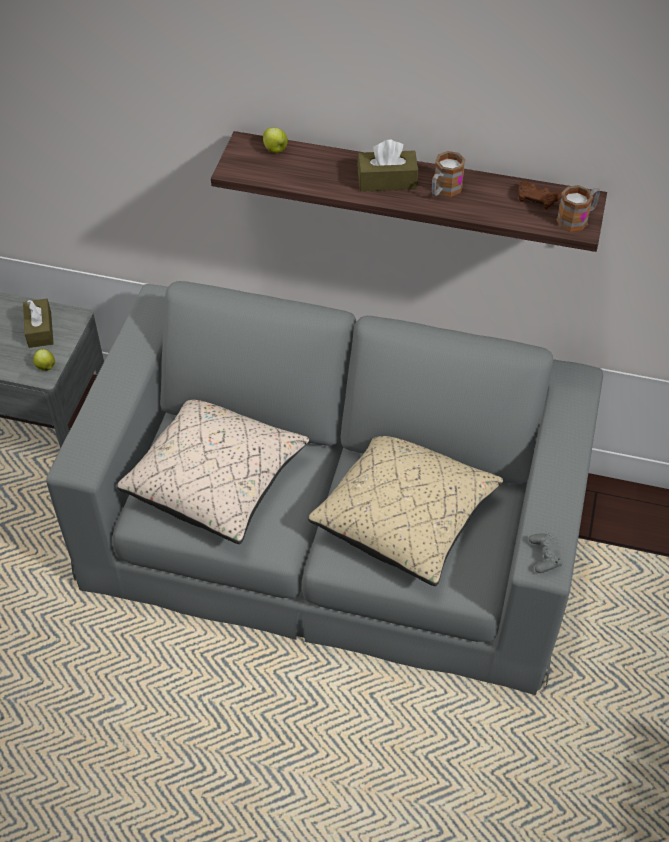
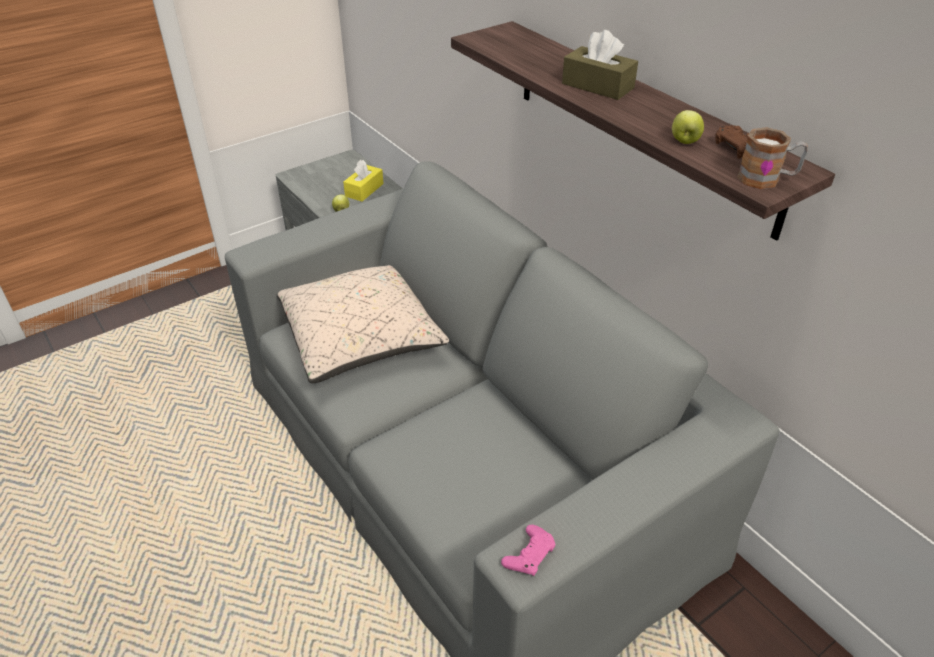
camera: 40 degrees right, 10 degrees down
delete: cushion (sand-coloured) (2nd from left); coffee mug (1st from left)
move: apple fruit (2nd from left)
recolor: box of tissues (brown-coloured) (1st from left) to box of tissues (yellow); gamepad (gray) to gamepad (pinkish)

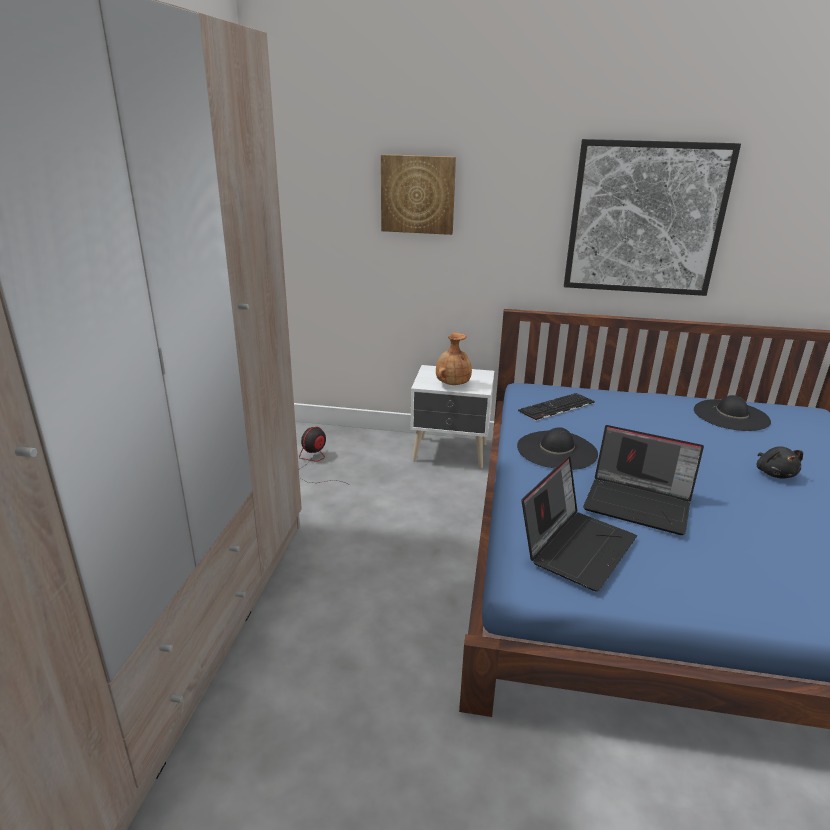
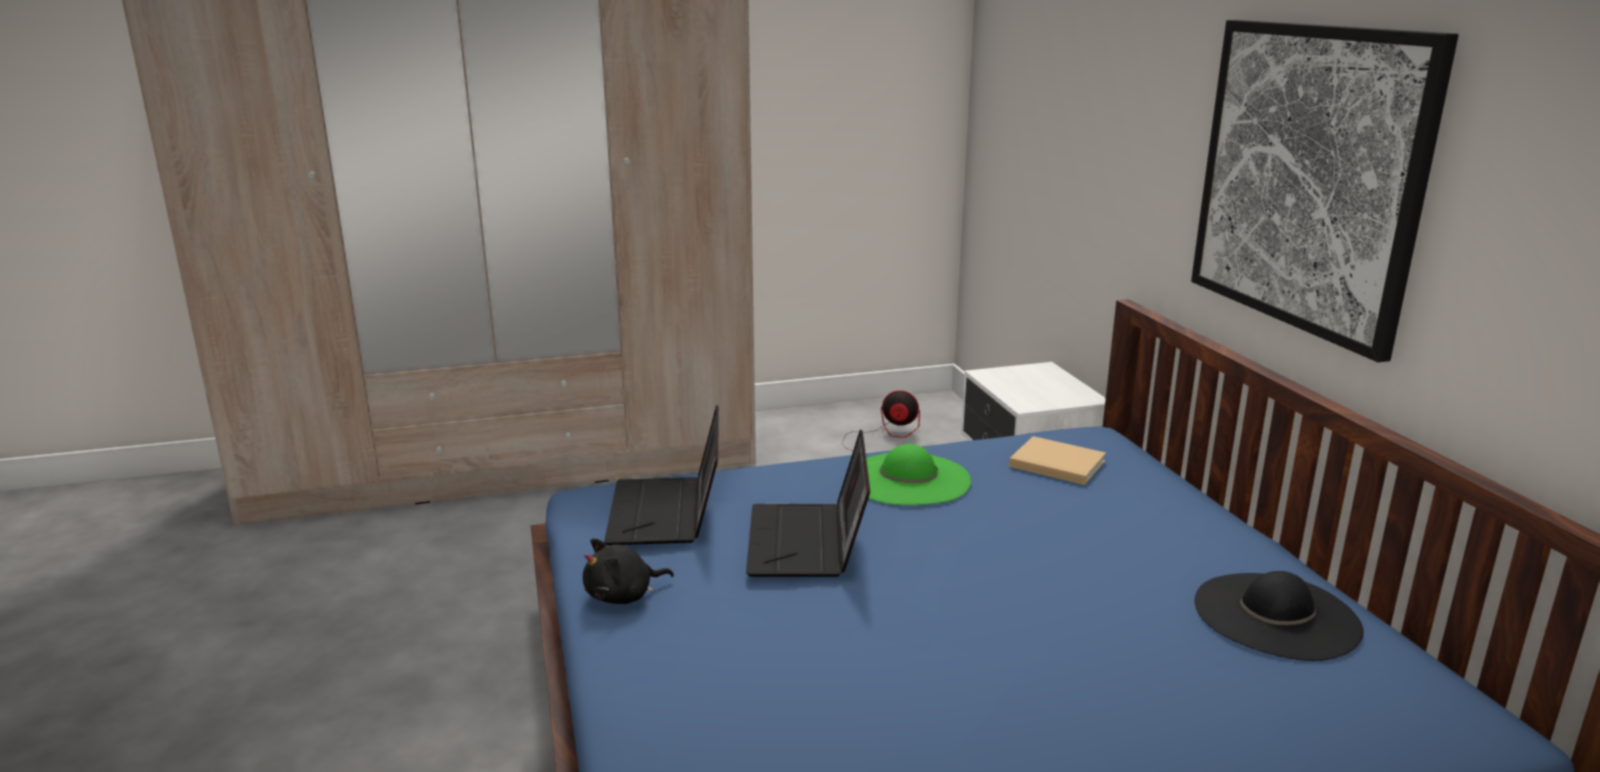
camera: 65 degrees right, 5 degrees down
delete: wall picture (1st from left); vase (brown-coloured)
move: cuddly toy (black)
replace: computer keyboard to bound book (sand-coloured)
recolor: hat (black) (1st from left) to hat (green-coloured)
rotate: laptop (1st from left) 75 degrees clockwise

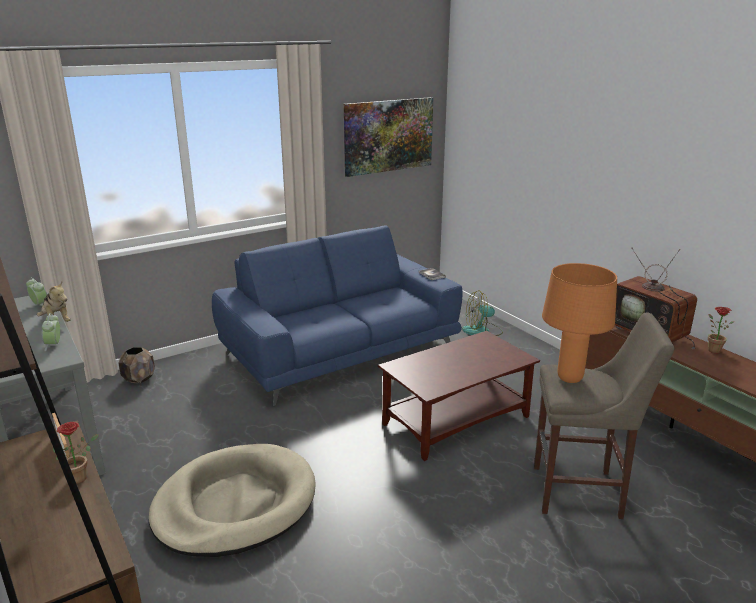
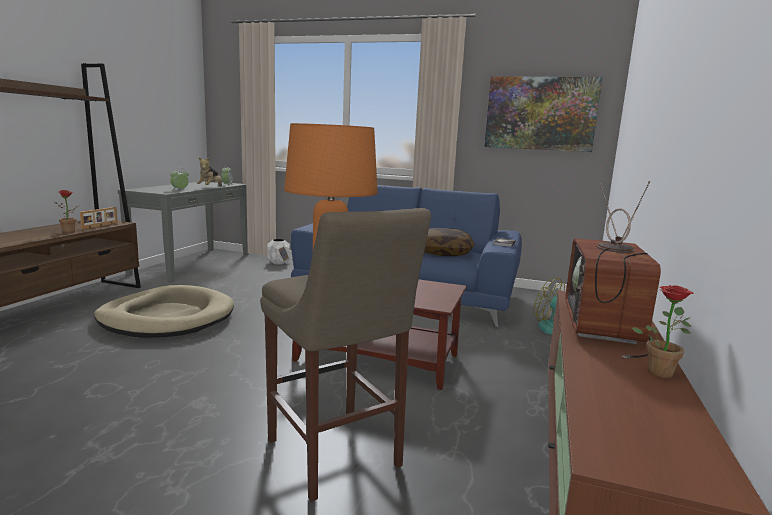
camera: 50 degrees right, 10 degrees down
insert: cushion
recolor: planter (brown-coloured) to planter (whitish)

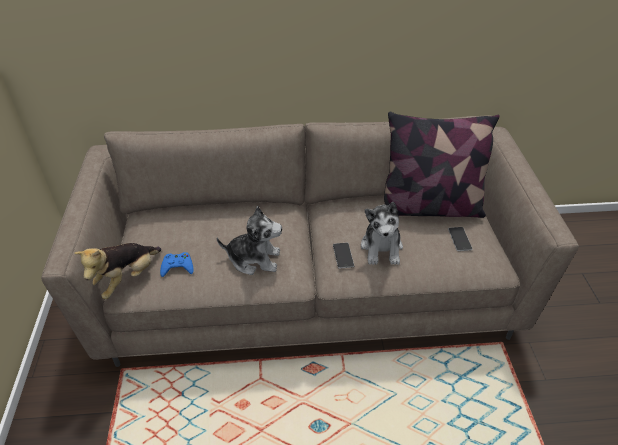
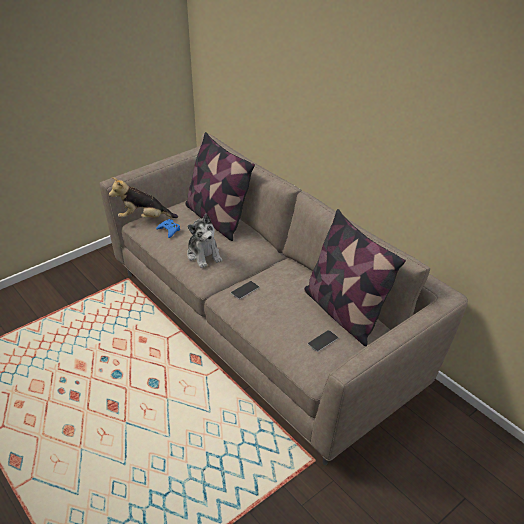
camera: 55 degrees right, 5 degrees down
delete: cuddly toy (3rd from left)
insert: cushion (1st from left)

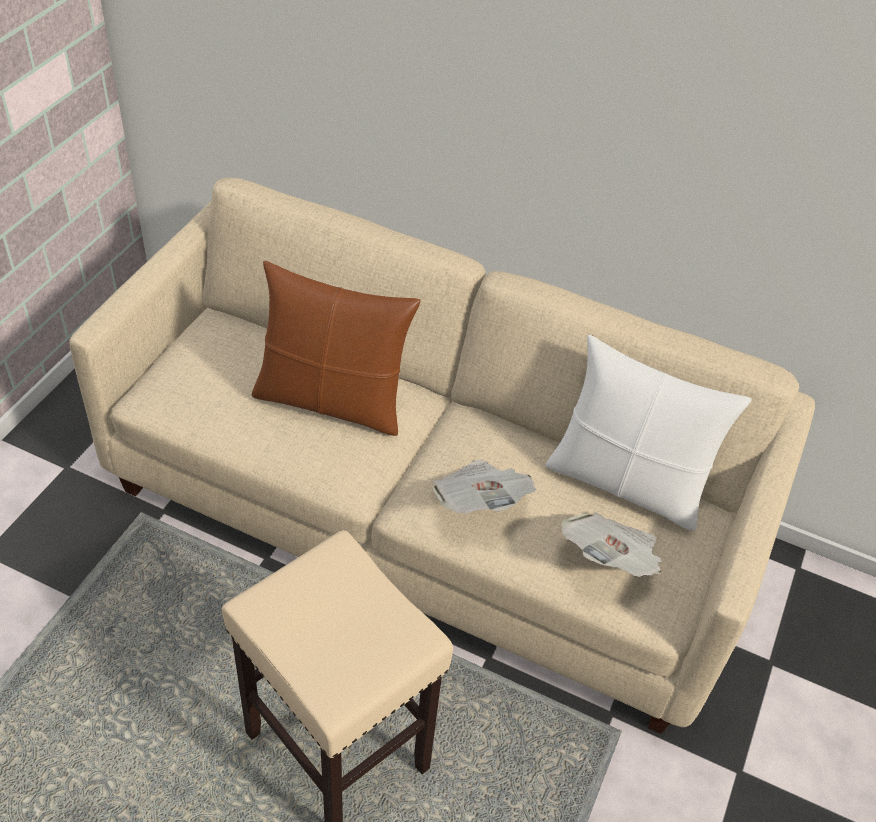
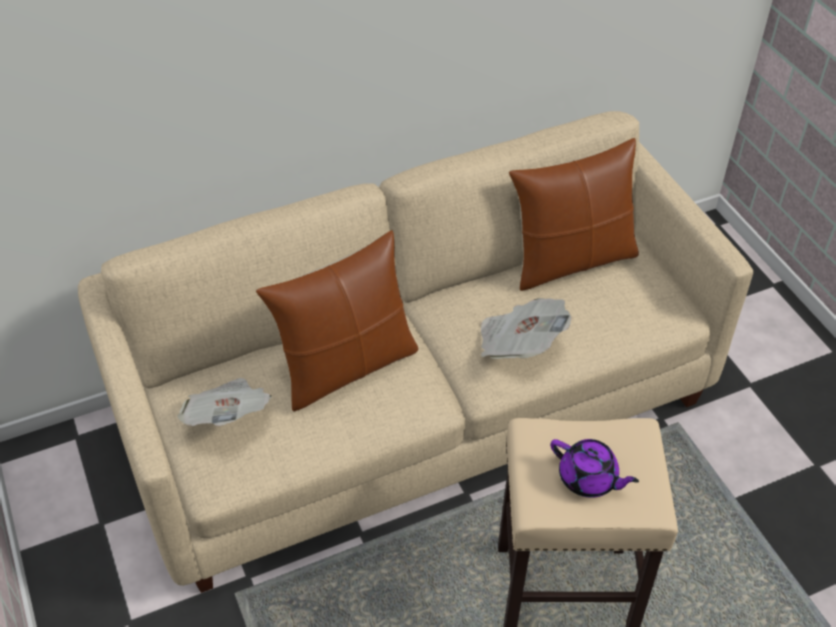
camera: 45 degrees left, 0 degrees up
insert: tea pot (purple)
move: daily paper (2nd from left in the first image) to daily paper (1st from left)
recolor: cushion (whitish) to cushion (brown-coloured) (2nd from left)

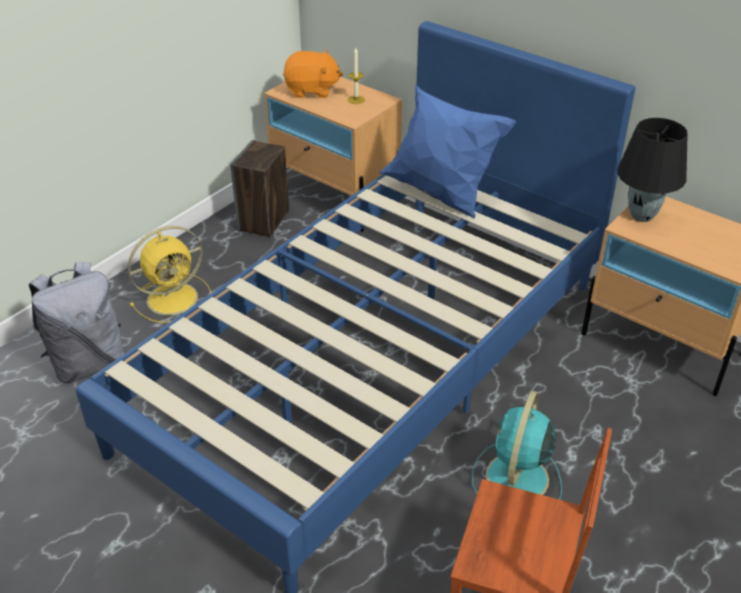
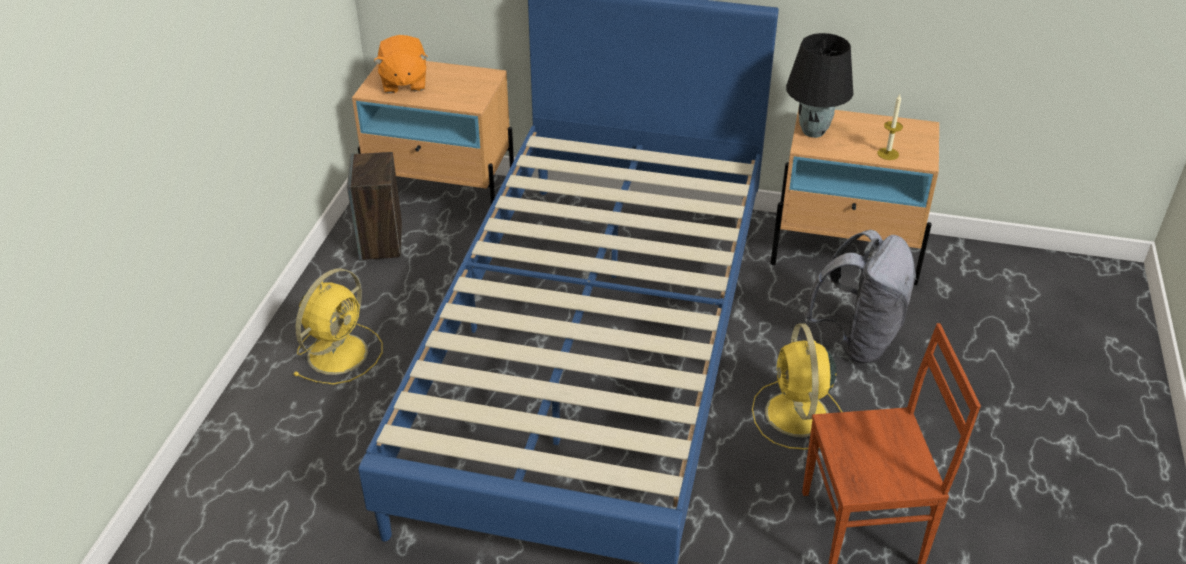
camera: 25 degrees left, 0 degrees up
delete: cushion (blue)
move: knapsack (gray); wax light
recolor: electric fan (turquoise) to electric fan (yellow) (2nd from left)
rotate: cuddly toy (orangey) 105 degrees clockwise

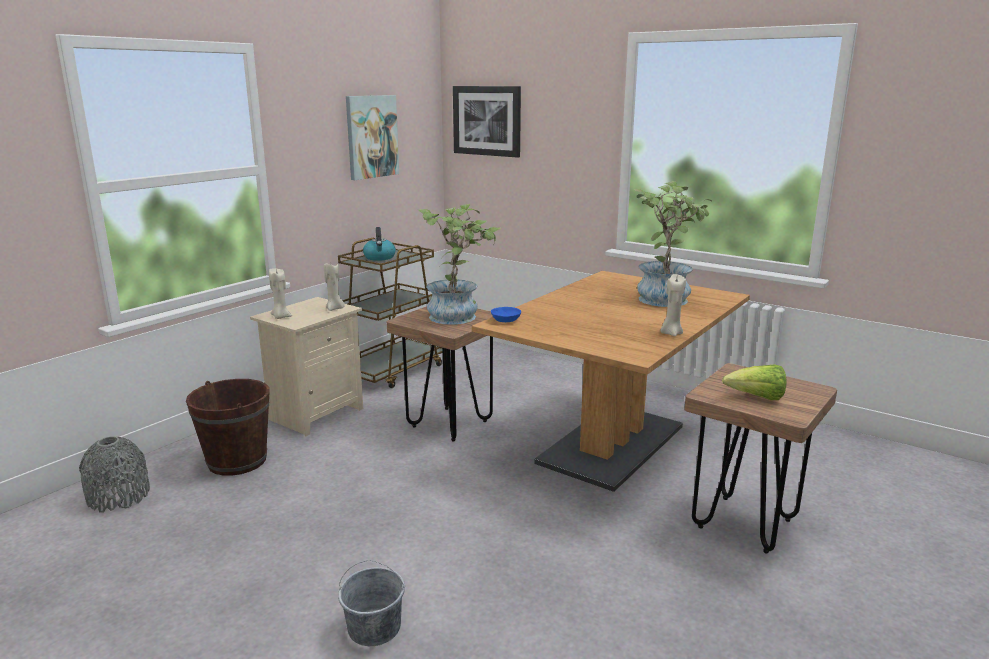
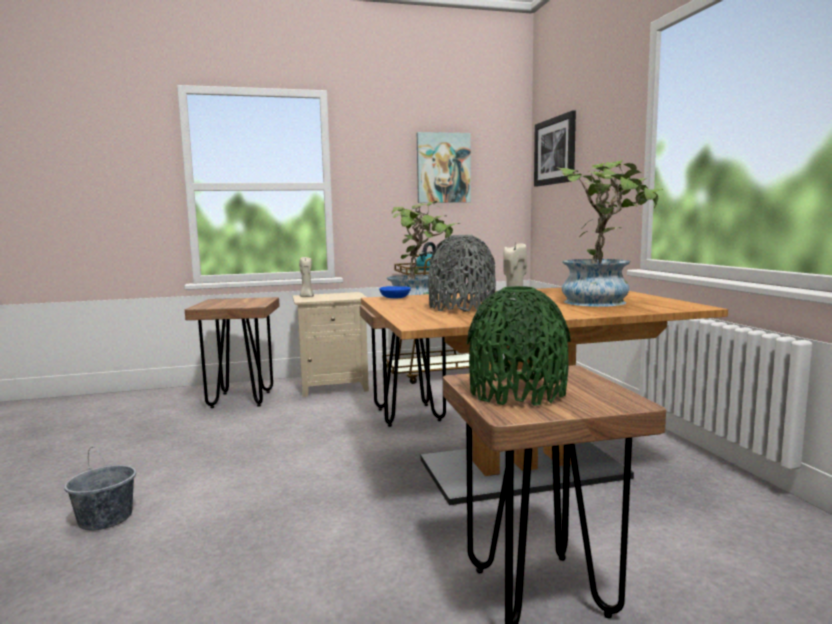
camera: 40 degrees right, 10 degrees down
delete: wax light (sand-coloured) (2nd from left)
move: vase (gray)
replace: water bucket (brown-coloured) to sitting stool (brown-coloured) (1st from left); lettuce to vase (green-coloured)

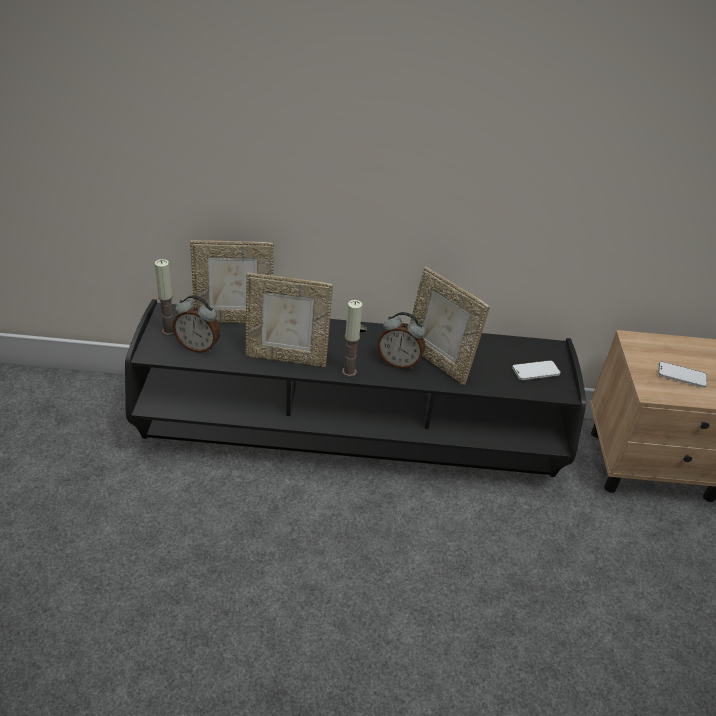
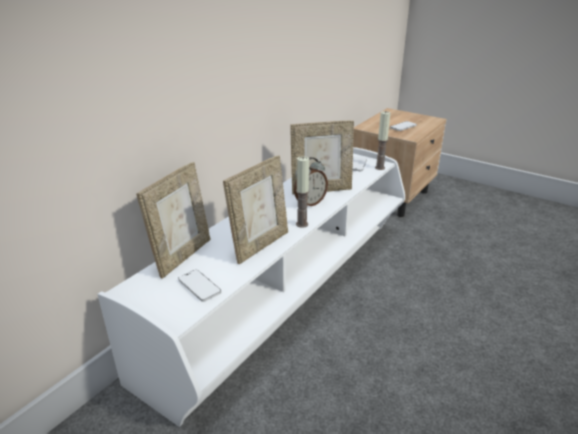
camera: 55 degrees left, 10 degrees down
move: wax light (1st from left in the first image) to wax light (2nd from left)
replace: bedside clock (1st from left) to handset (1st from left)
recolor: tv stand (black) to tv stand (whitish)

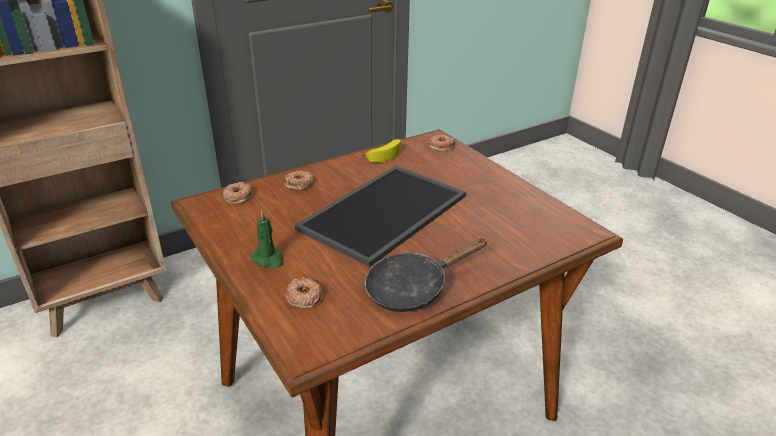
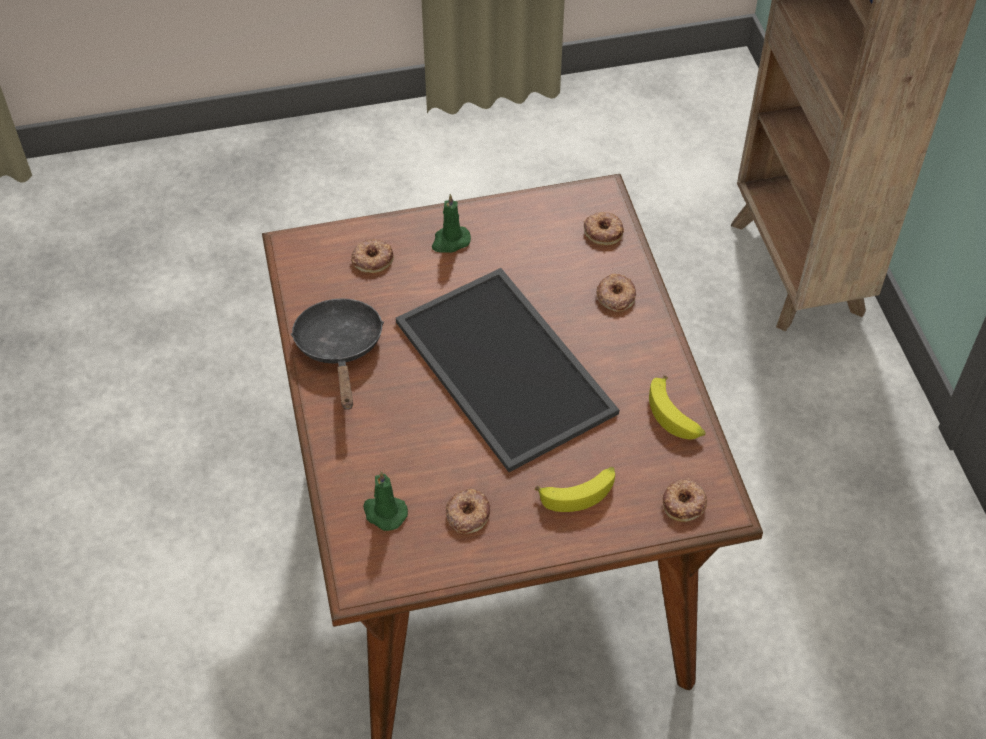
camera: 110 degrees right, 20 degrees up
insert: wax light (green-coloured) (1st from left); ring doughnut (2nd from left); banana (1st from left)

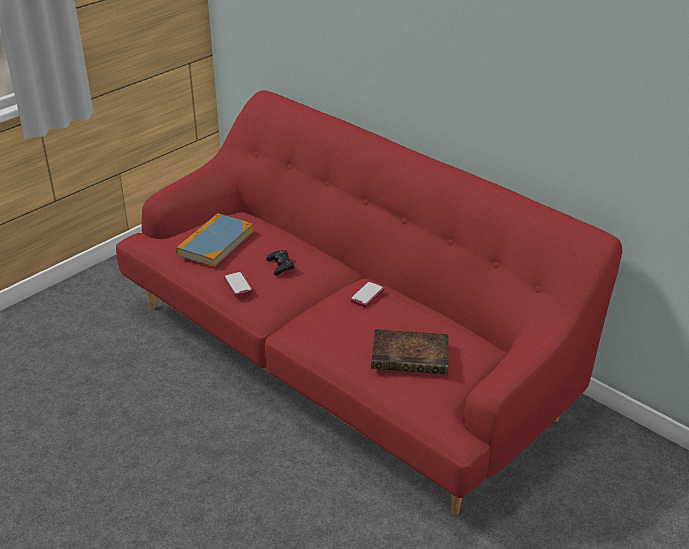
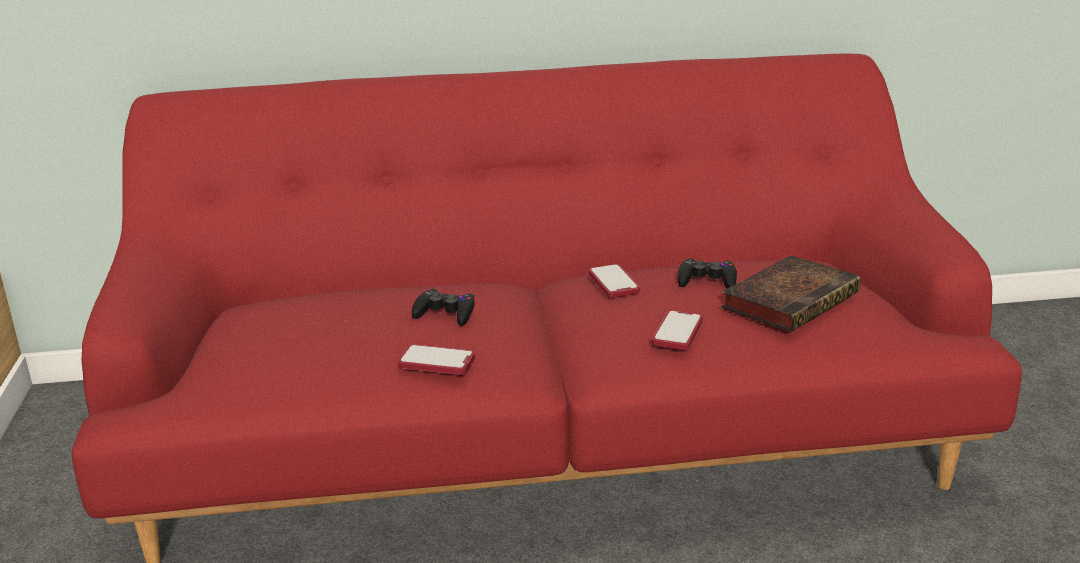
camera: 50 degrees left, 10 degrees down
delete: bound book (1st from left)
insert: handset (3rd from left); gamepad (black) (2nd from left)

